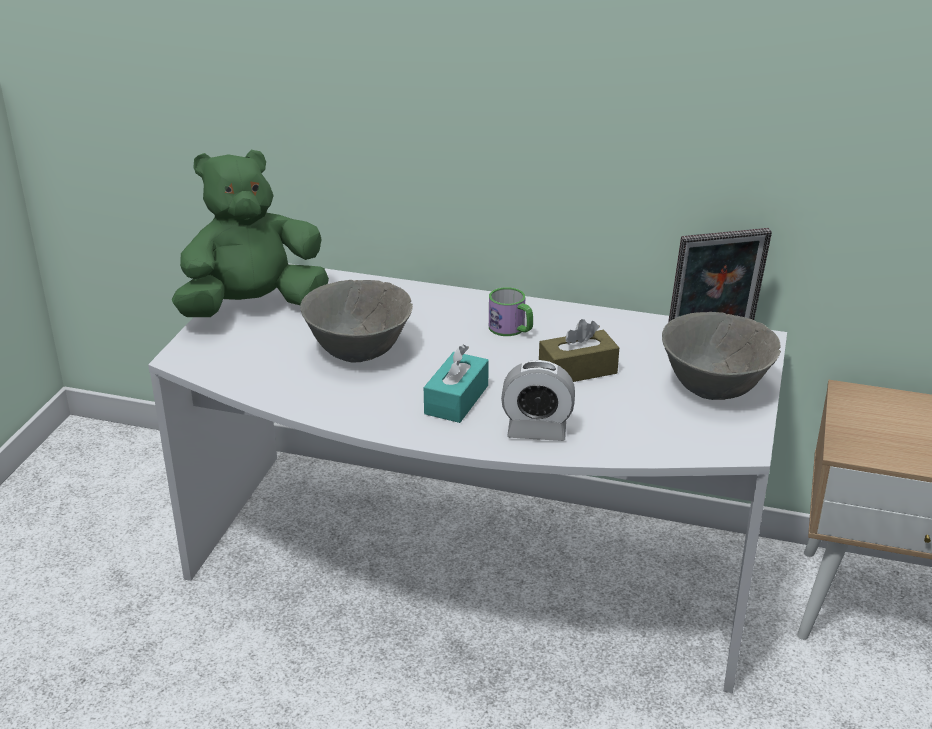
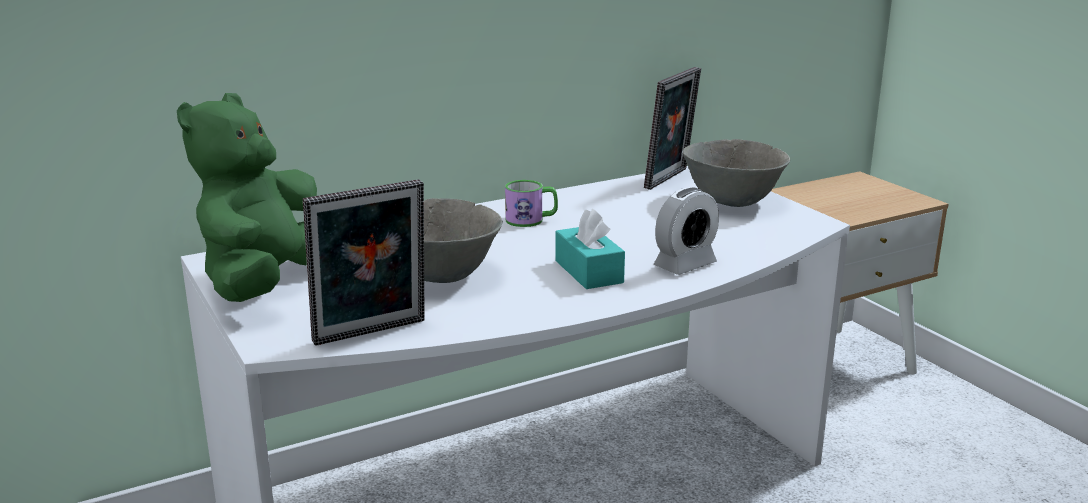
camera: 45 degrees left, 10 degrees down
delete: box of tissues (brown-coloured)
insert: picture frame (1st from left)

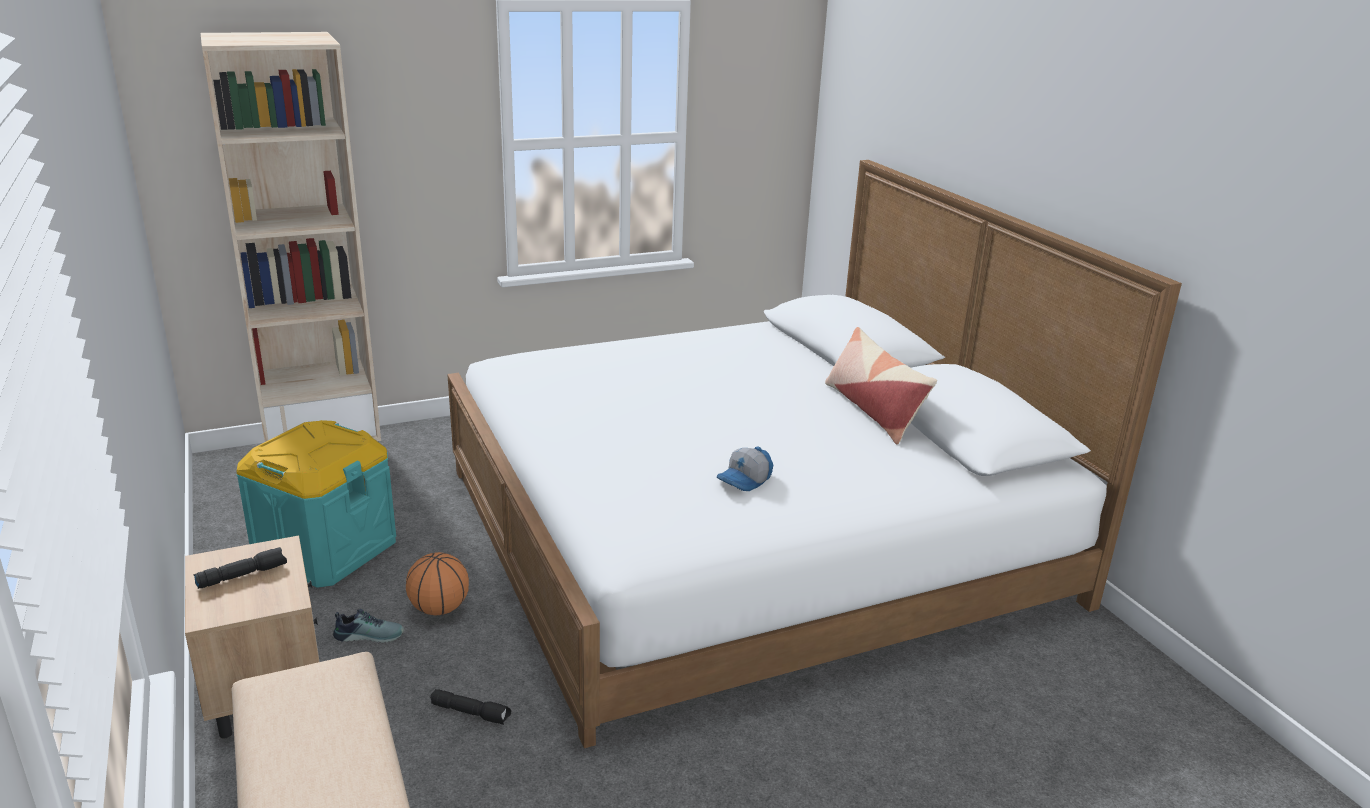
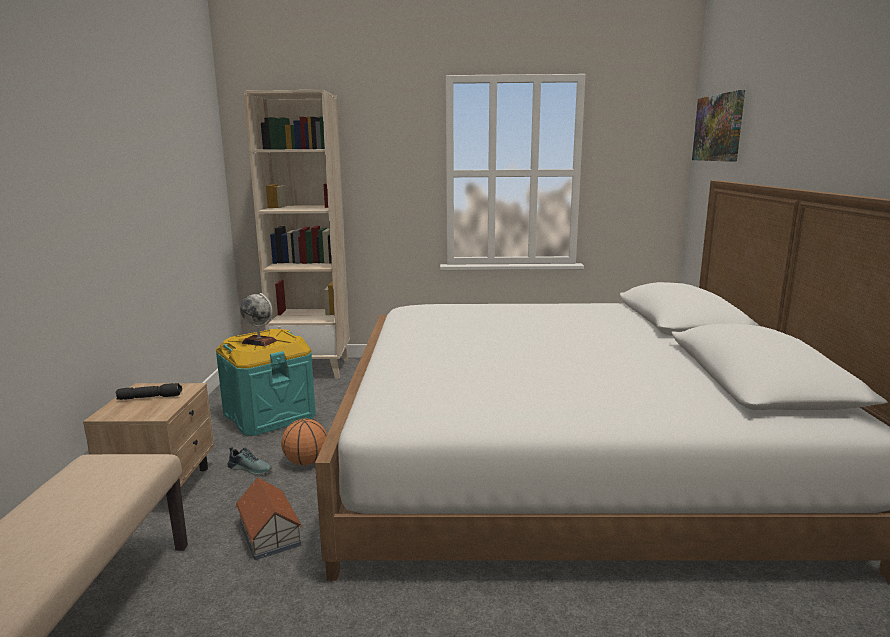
camera: 25 degrees right, 10 degrees down
delete: baseball cap; cushion
insert: globe; wall picture
replace: hand torch (black) (2nd from left) to miniature house

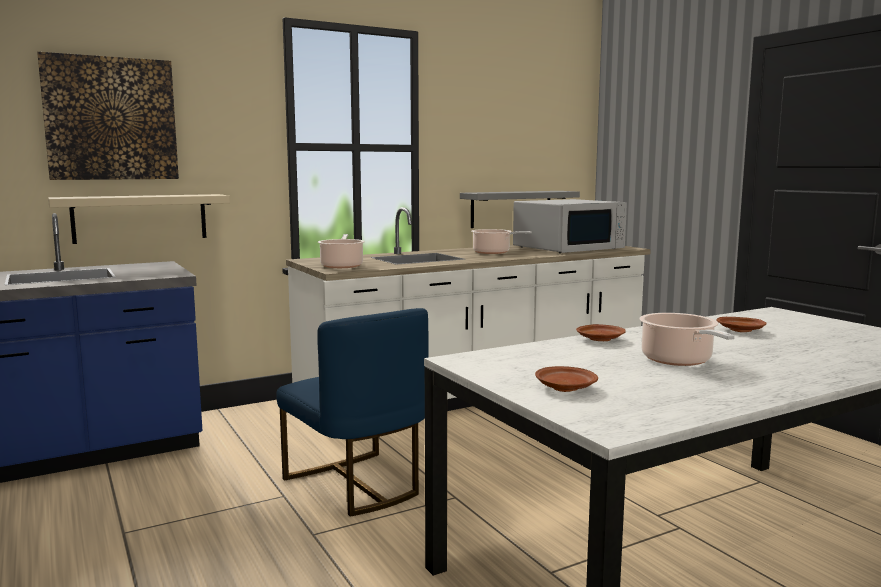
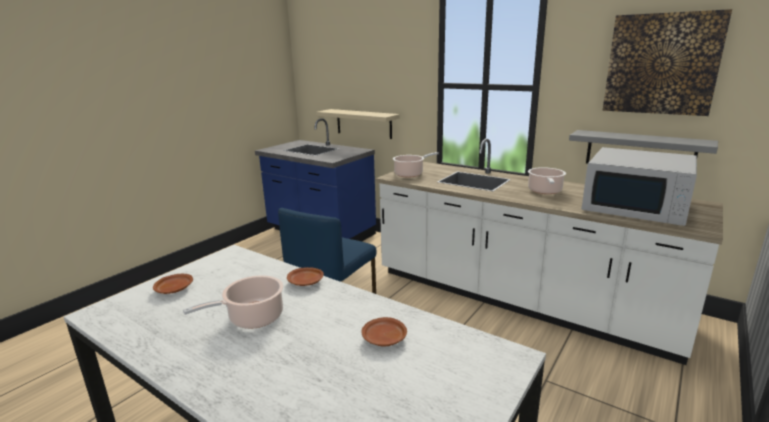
camera: 65 degrees right, 10 degrees up
move: wall picture

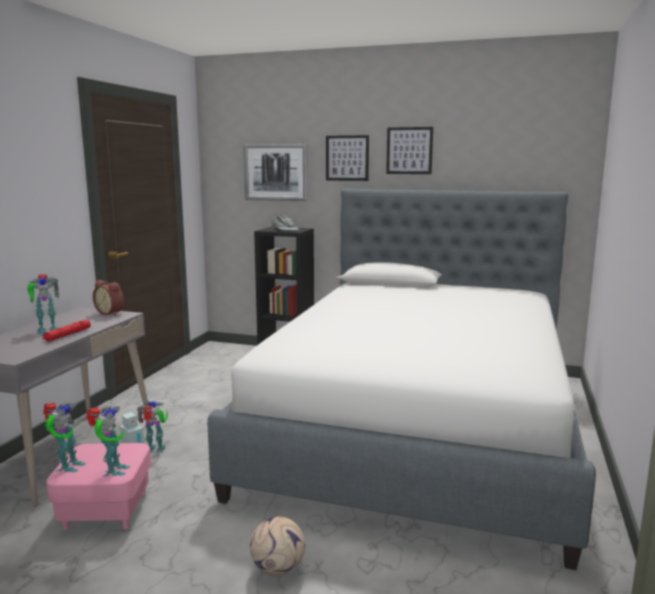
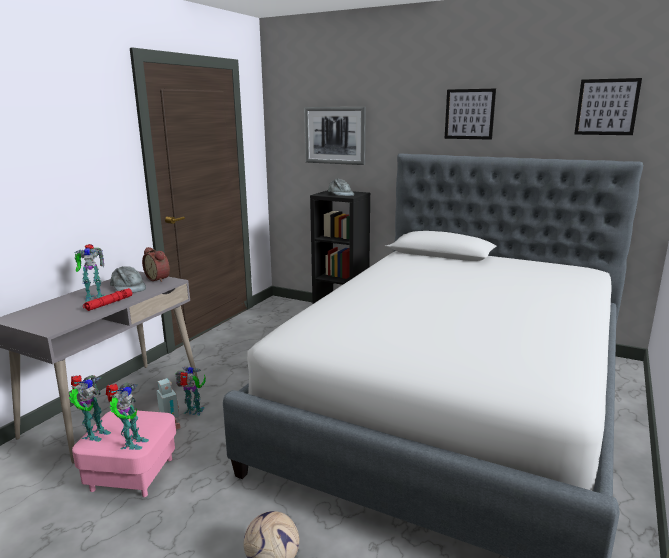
camera: 10 degrees right, 5 degrees up
insert: baseball cap (gray) (1st from left)
move: wall picture (2nd from left in the first image) to wall picture (3rd from left)

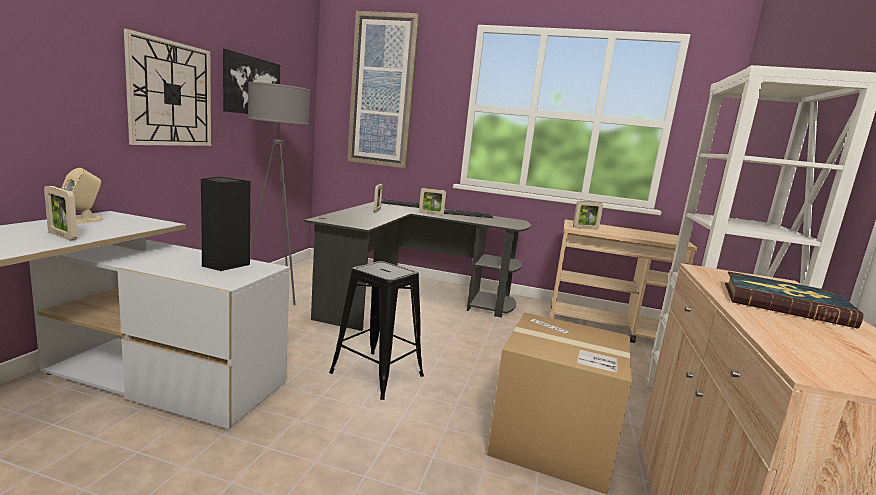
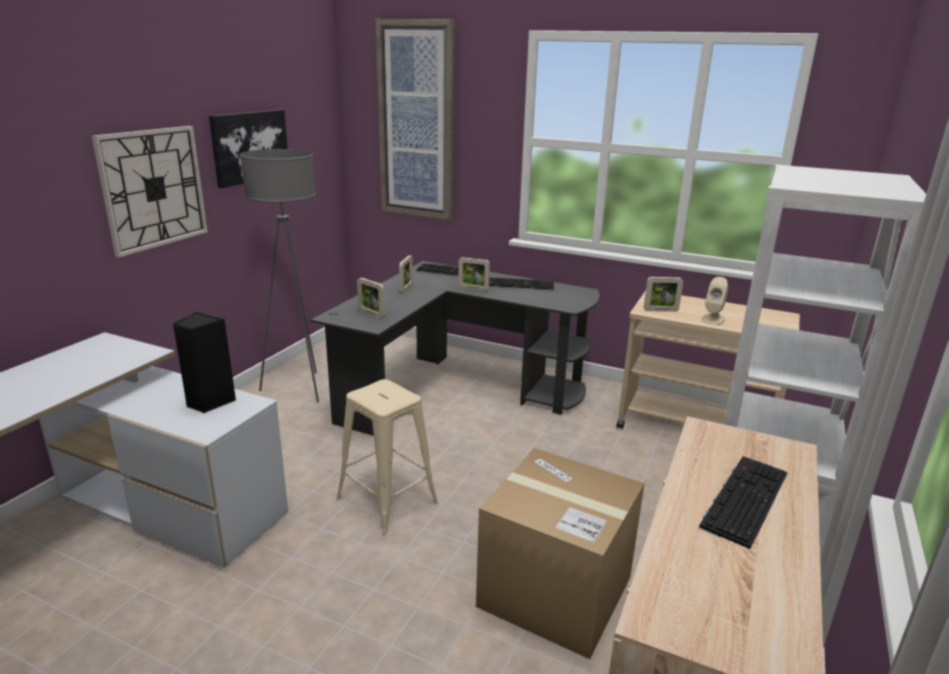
camera: 10 degrees right, 10 degrees up
move: picture frame (1st from left); speaker (sand-coloured)
replace: bound book to computer keyboard (3rd from left)
recolor: sitting stool (black) to sitting stool (sand-coloured)

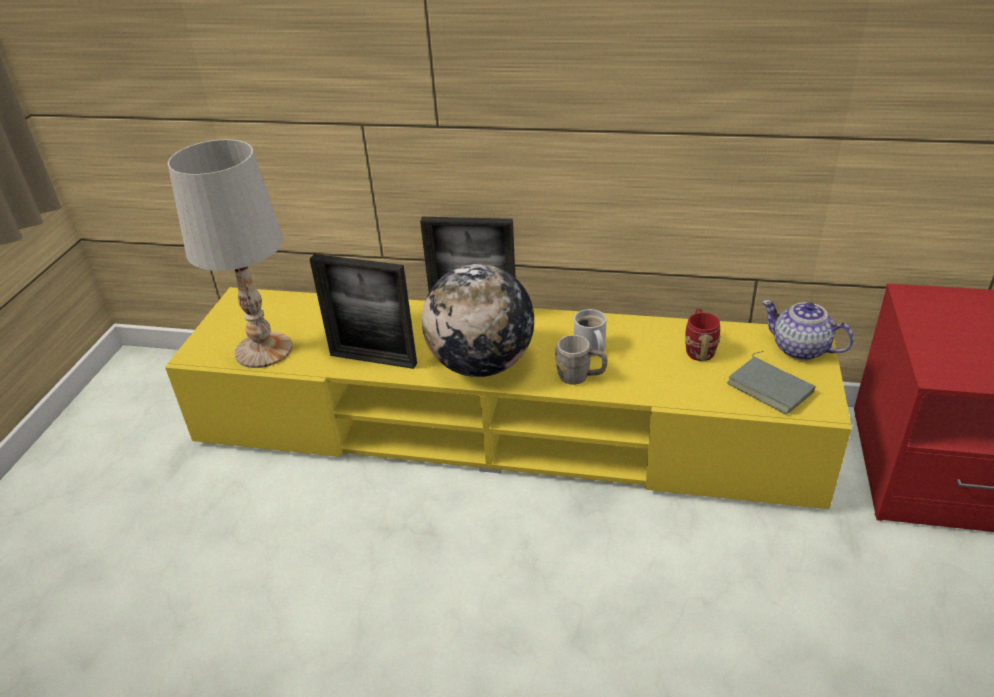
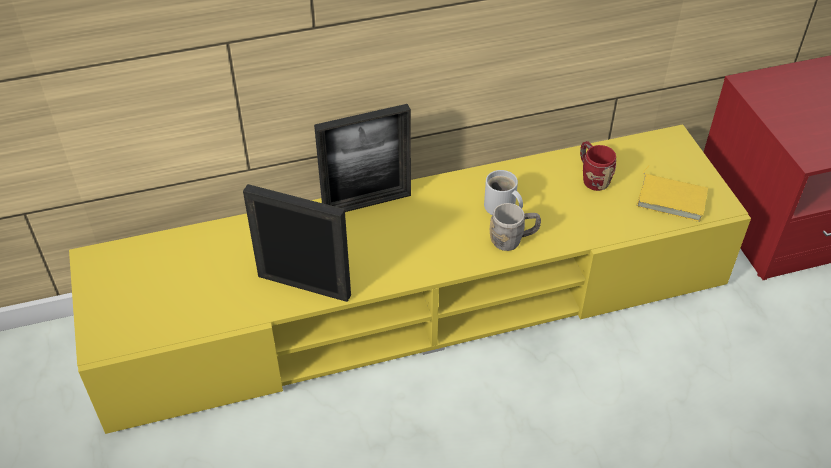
camera: 30 degrees left, 10 degrees up
delete: tabletop lamp (whitish); globe; tea pot
recolor: bound book (gray) to bound book (yellow)
rotate: picture frame (1st from left) 150 degrees counterclockwise

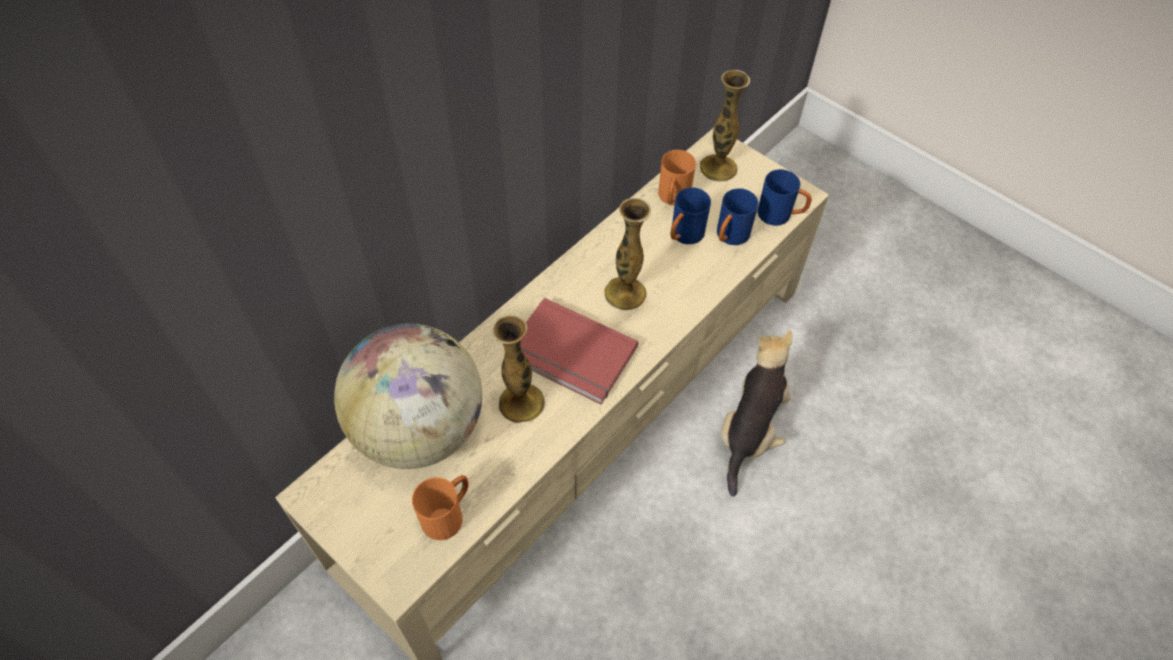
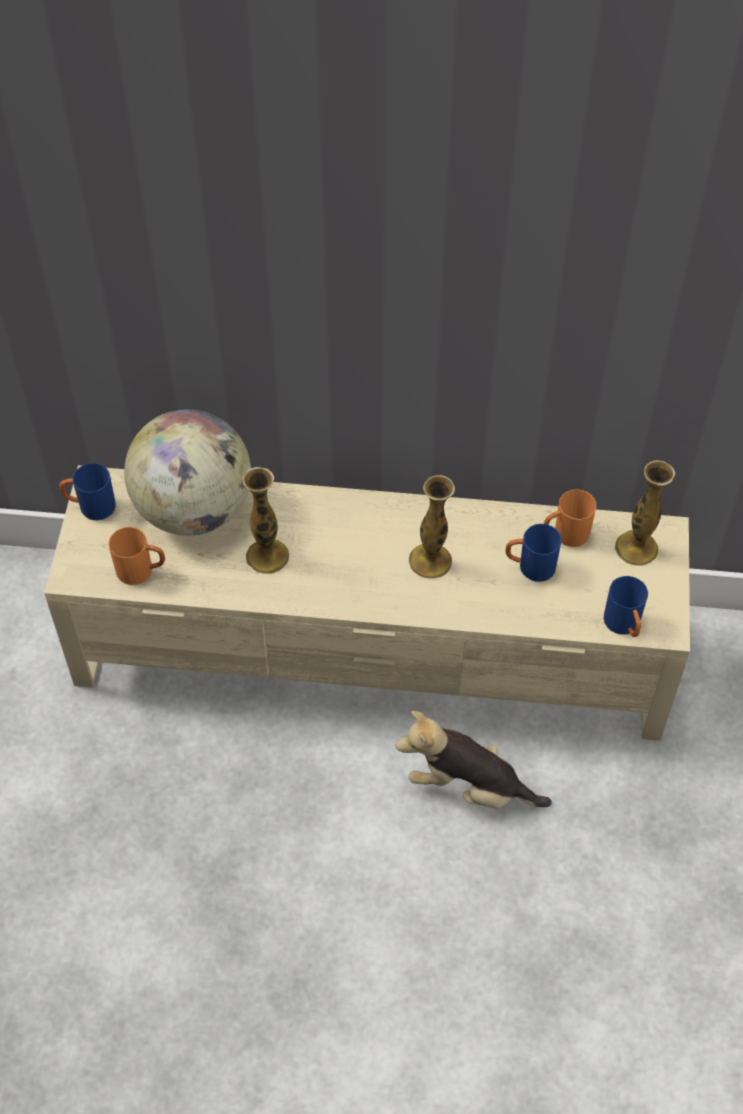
camera: 55 degrees right, 0 degrees up
delete: bound book (reddish)
move: coffee mug (blue) (2nd from left in the first image) to coffee mug (blue) (1st from left)
rotate: cuddly toy 150 degrees counterclockwise

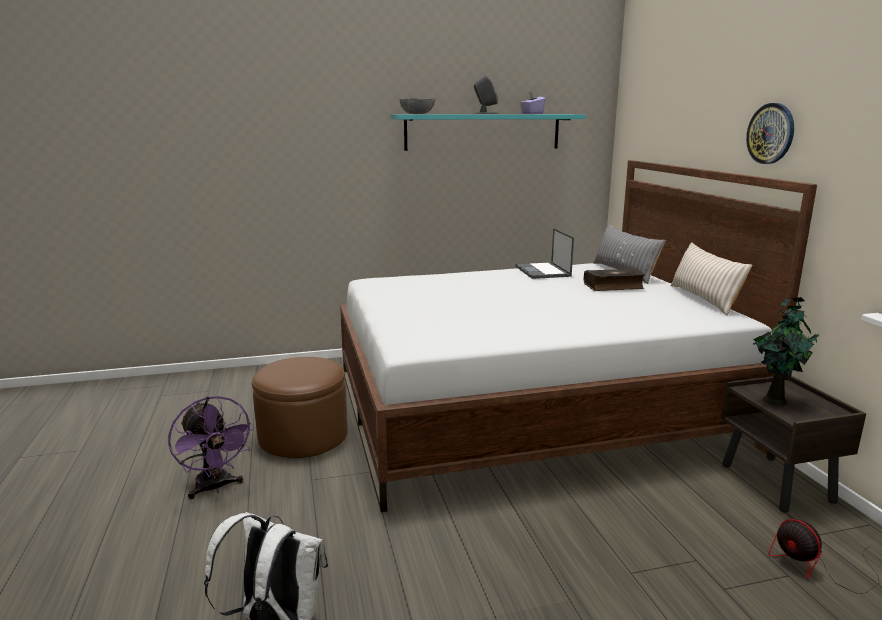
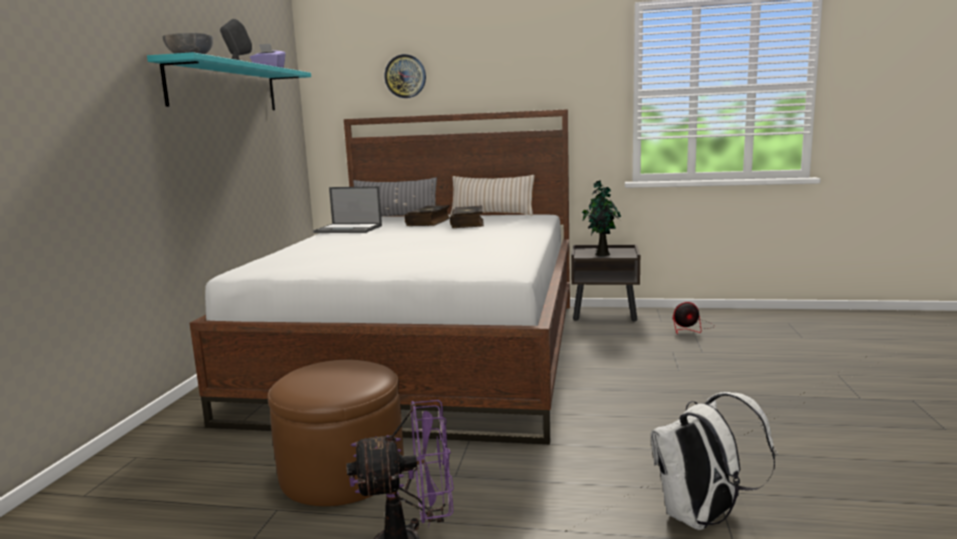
camera: 65 degrees left, 5 degrees down
insert: bound book (2nd from left)
move: clock on the wall

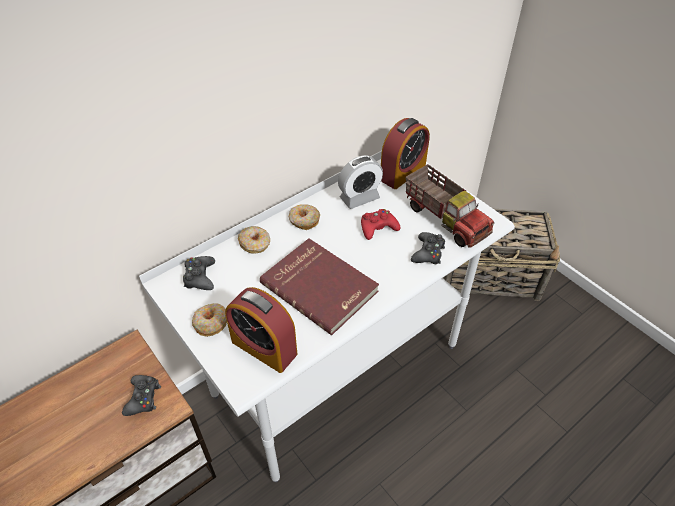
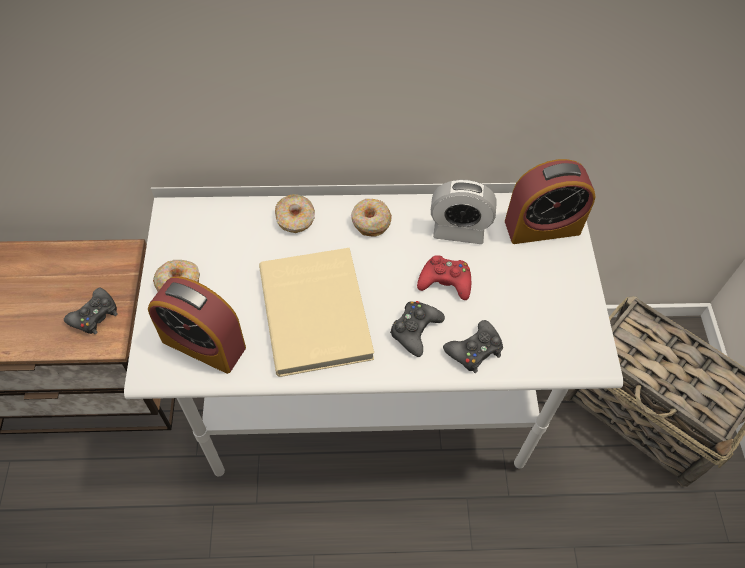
camera: 35 degrees right, 10 degrees up
delete: toy truck
move: gamepad (black) (2nd from left)
recolor: bound book (reddish) to bound book (sand-coloured)
rotate: bedside clock (1st from left) 45 degrees counterclockwise

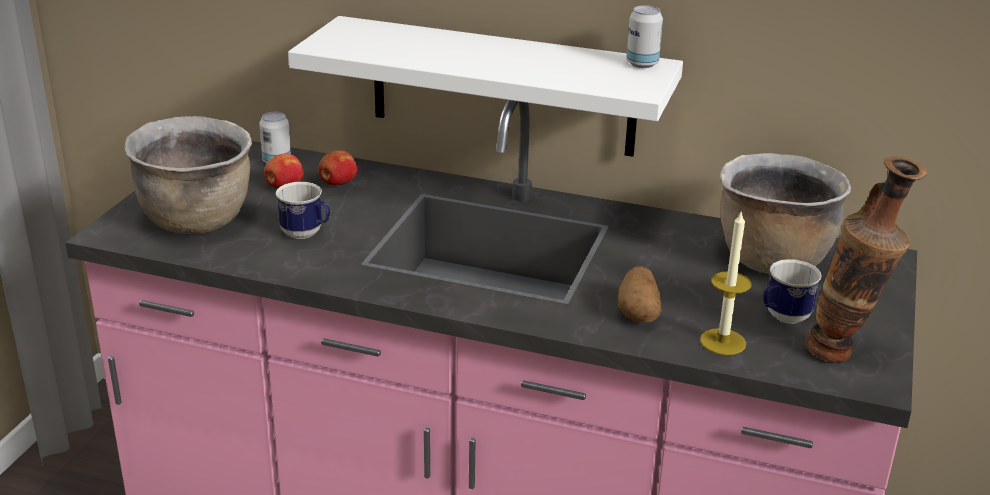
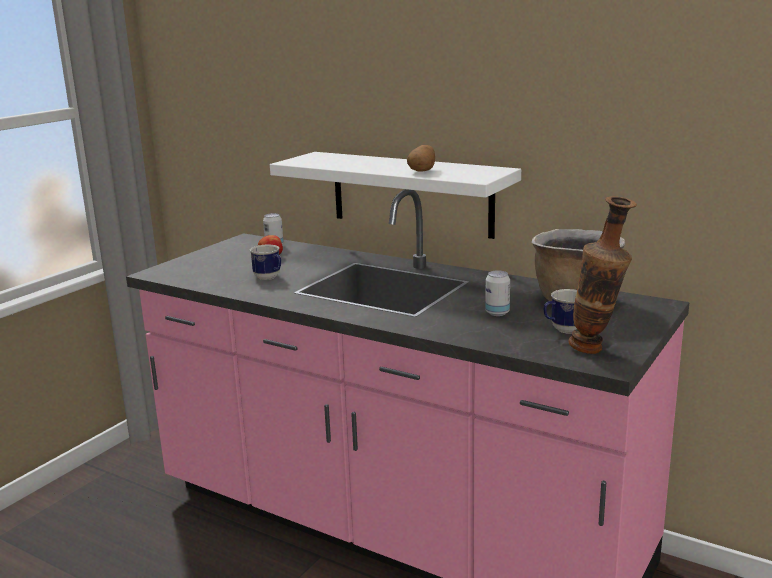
camera: 15 degrees right, 10 degrees down
delete: saucepot (brown-coloured) (1st from left); apple fruit (2nd from left); wax light
move: whole potato; can (2nd from left)

